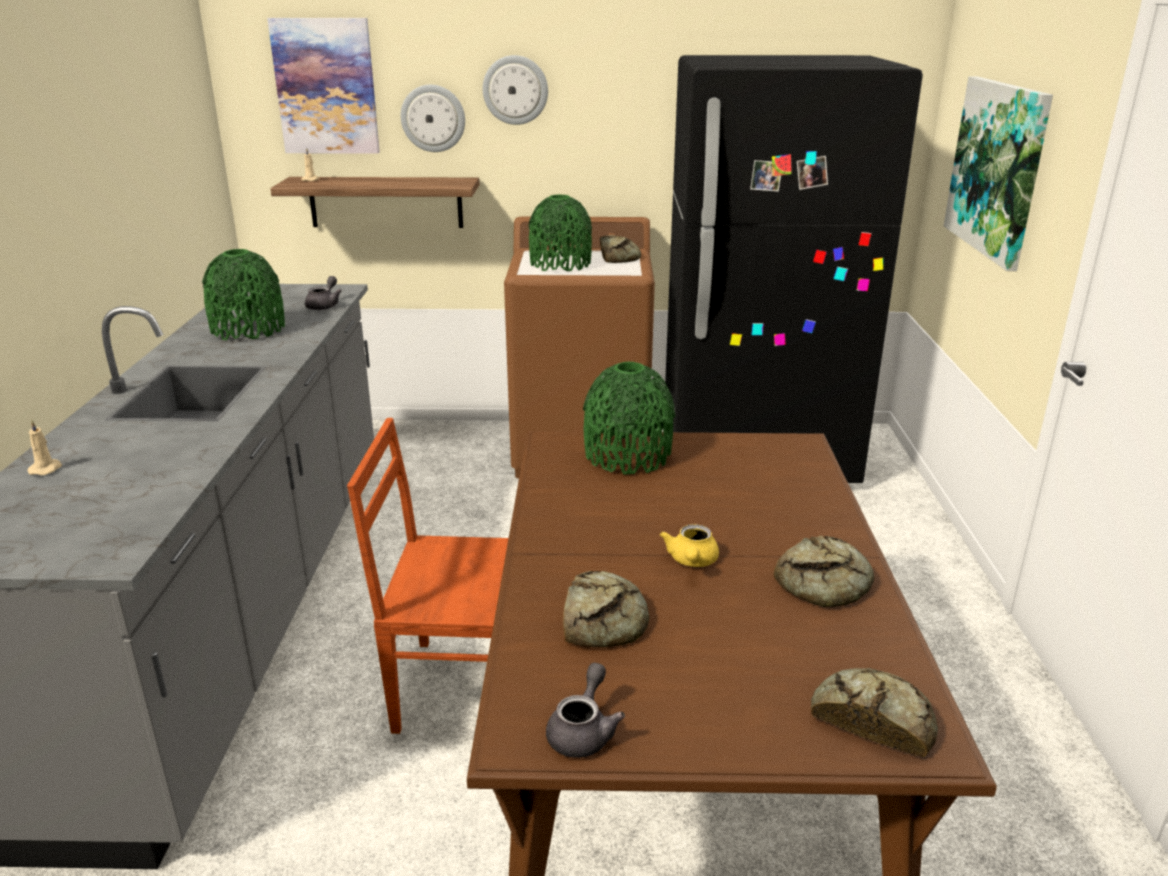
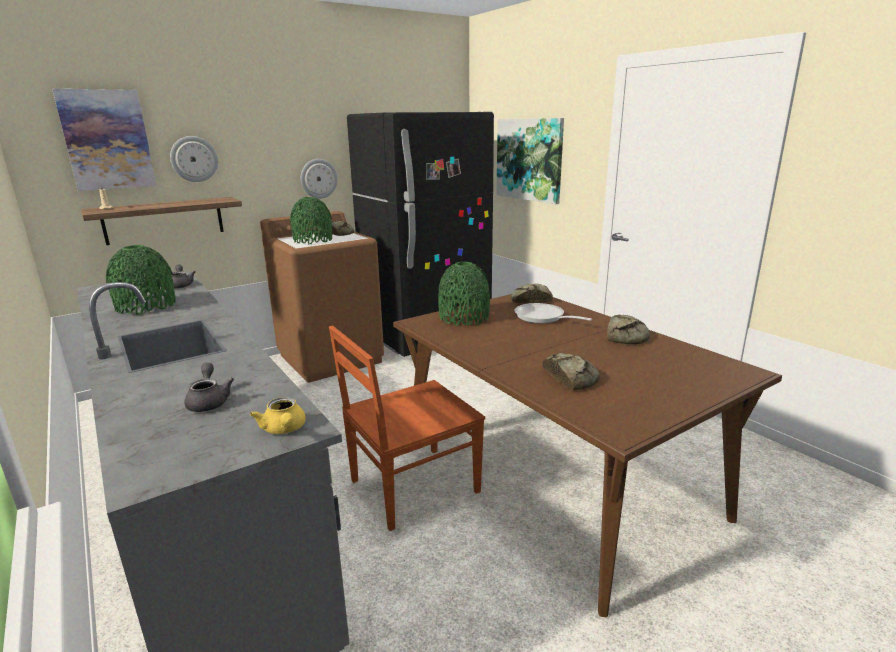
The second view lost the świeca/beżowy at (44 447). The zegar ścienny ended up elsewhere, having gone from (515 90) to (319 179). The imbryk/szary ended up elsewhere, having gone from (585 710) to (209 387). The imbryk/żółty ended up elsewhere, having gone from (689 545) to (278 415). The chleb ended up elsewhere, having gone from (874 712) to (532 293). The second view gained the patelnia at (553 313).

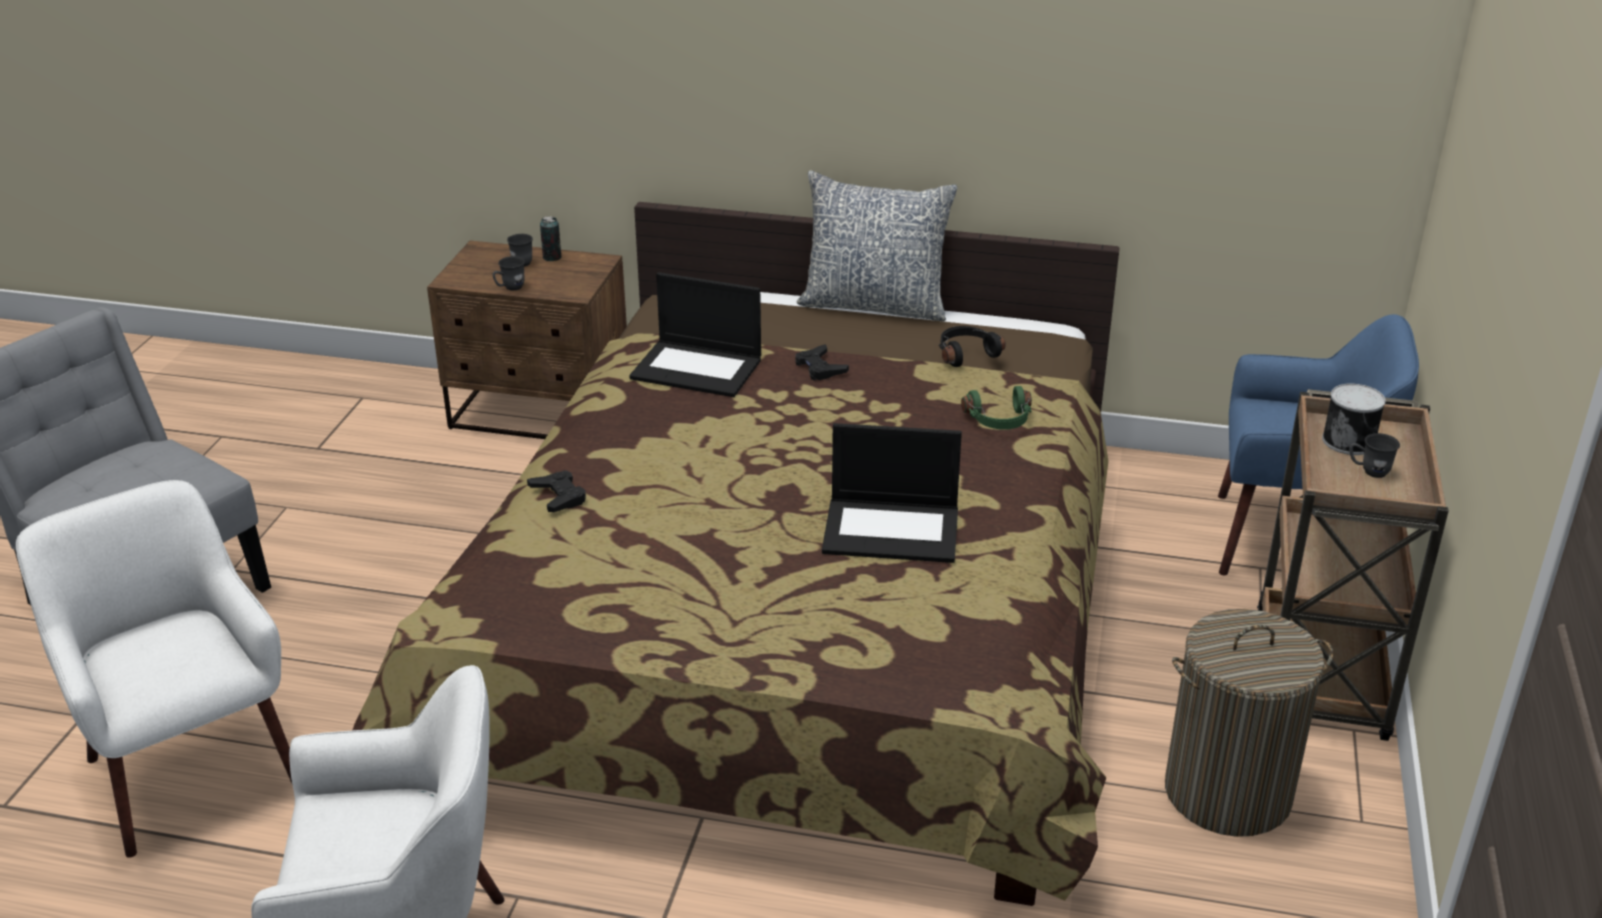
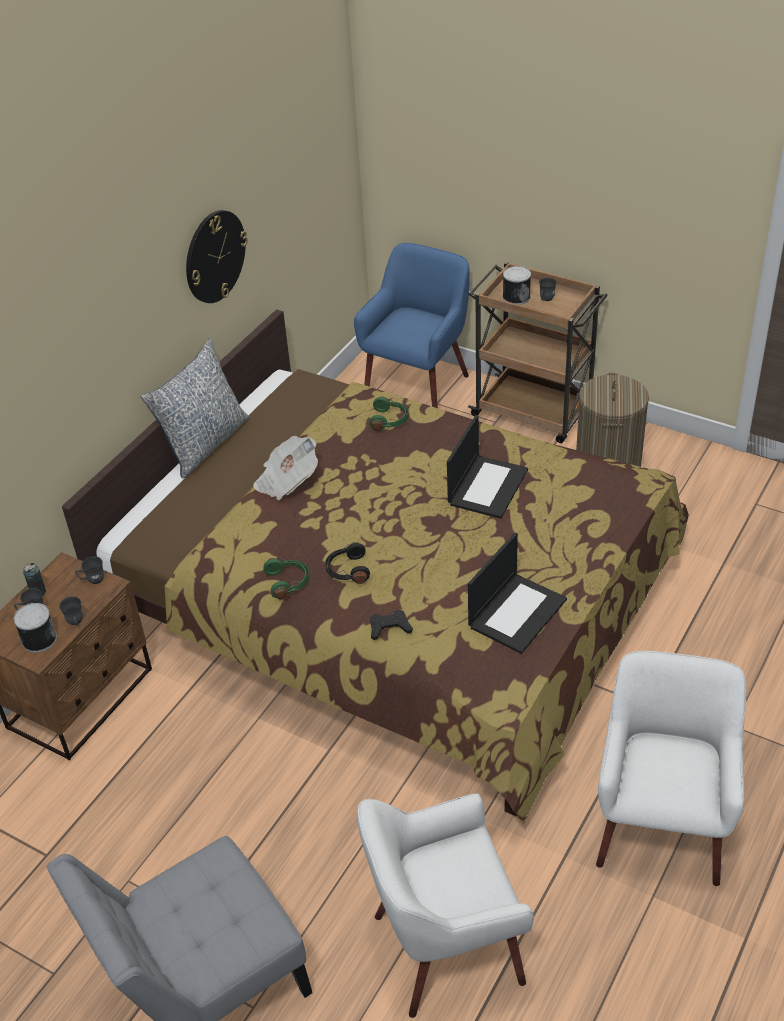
The laptop ended up elsewhere, having gone from (695 334) to (517 593). Where the pad do gier/czarny stood at (822 362), the gazeta came to stand at (285 468). The słuchawki/czarny ended up elsewhere, having gone from (972 346) to (347 563). The second view gained the puszka at (35 628). The second view gained the kubek/szary at (89 570). The second view gained the zegar ścienny at (217 256). The second view gained the słuchawki/zielony at (286 578).

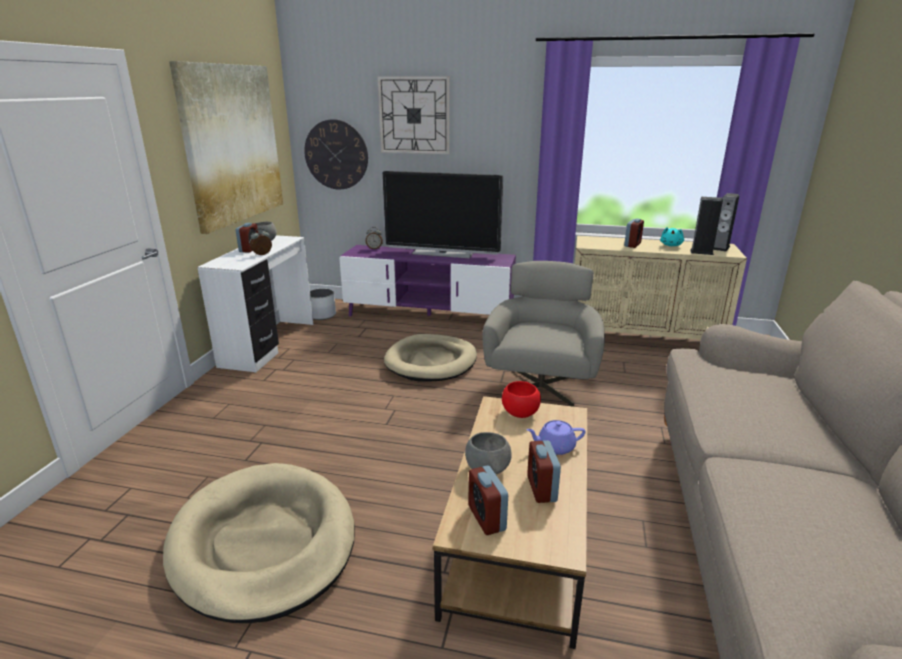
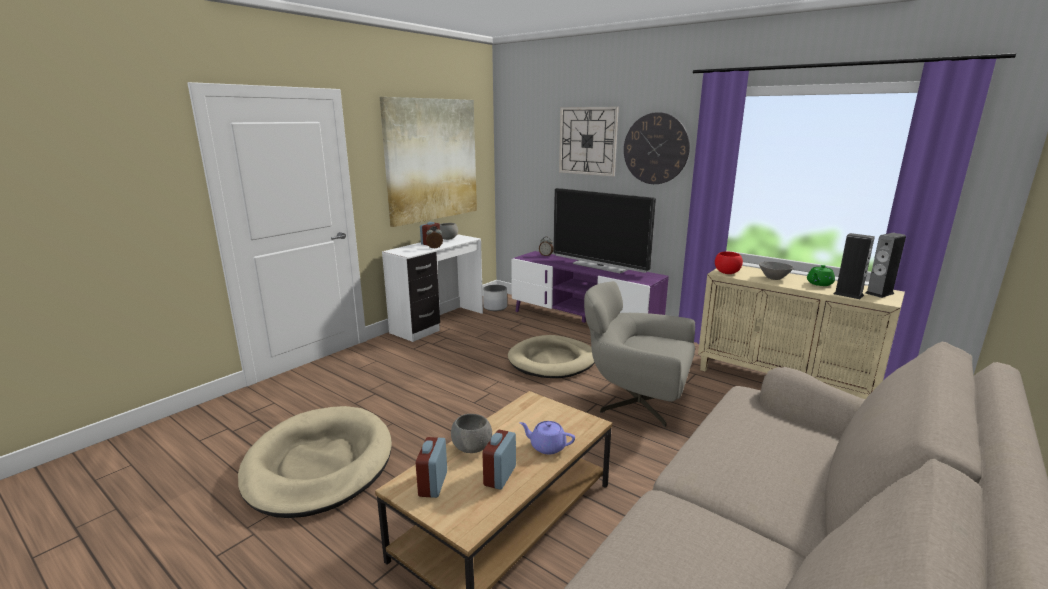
The zegar ścienny ended up elsewhere, having gone from (336 154) to (657 148). The fotel/szary at (544 334) ended up facing another way, 105 degrees counterclockwise from before. The miska/czerwony ended up elsewhere, having gone from (521 399) to (729 262). Where the budzik stood at (634 233), the miska/szary came to stand at (776 271). Where the pluszak/turkusowy stood at (672 236), the imbryk/zielony came to stand at (821 275).

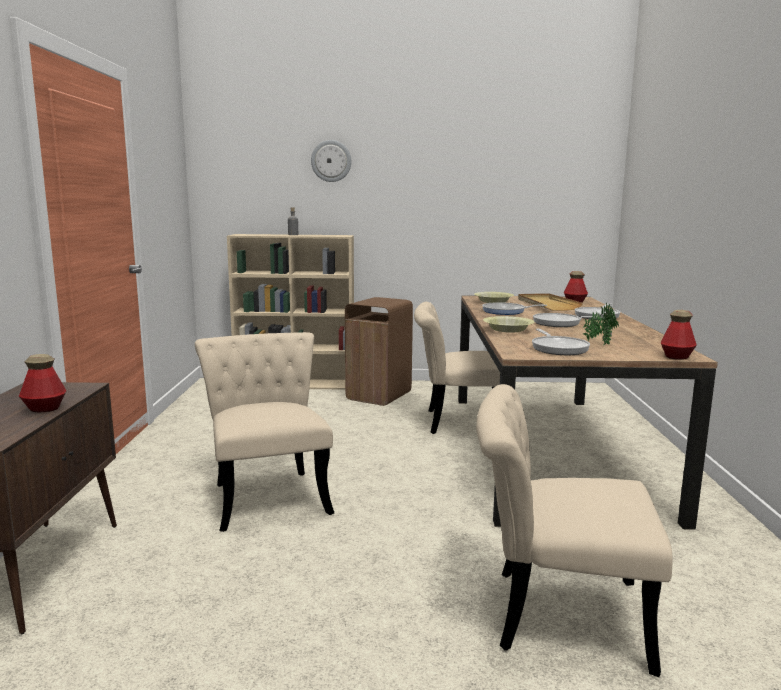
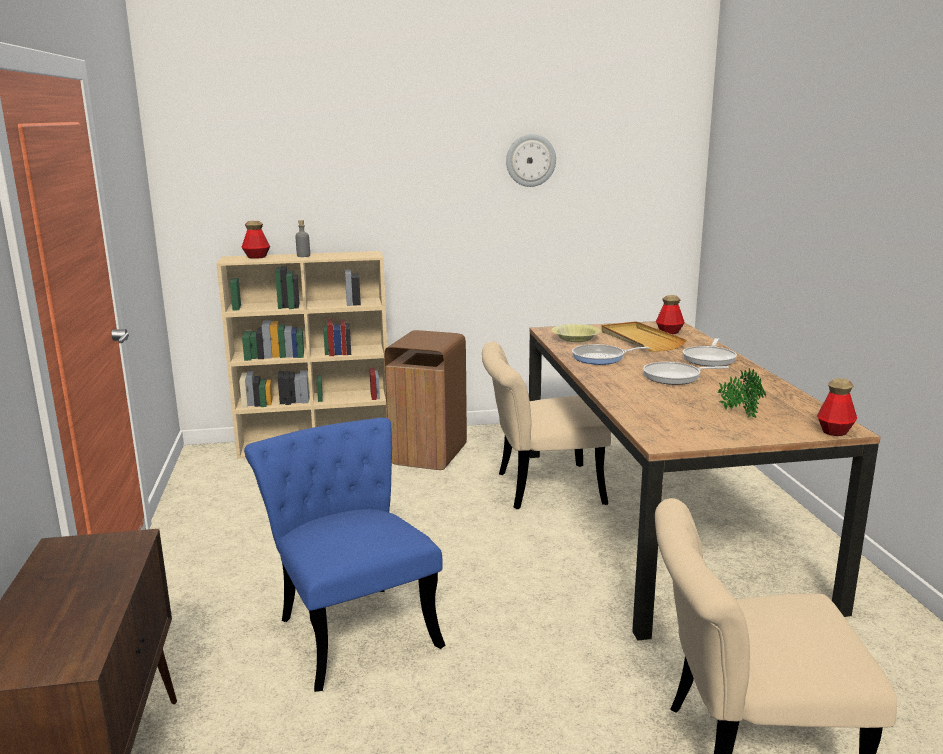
The butelka ended up elsewhere, having gone from (43 383) to (256 240). What was the krzesło/beżowy at (264 432) turned into the krzesło/niebieski at (344 555). The zegar ścienny ended up elsewhere, having gone from (331 161) to (531 160). The second view lost the miska/żółty at (508 324). The second view lost the patelnia at (561 342).

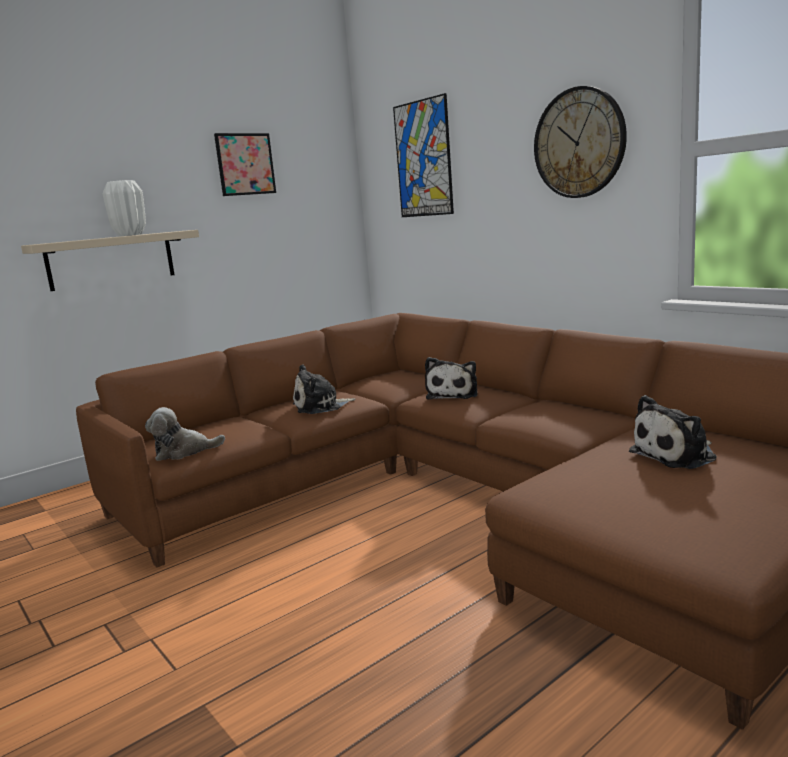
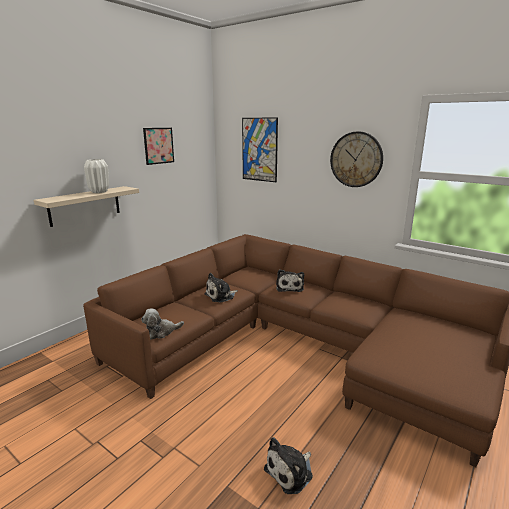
The pluszak ended up elsewhere, having gone from (673 432) to (288 465).

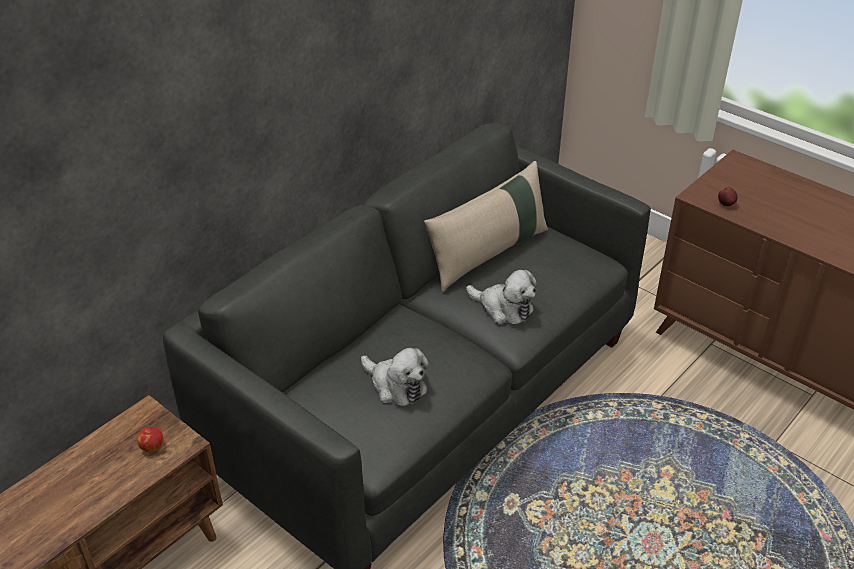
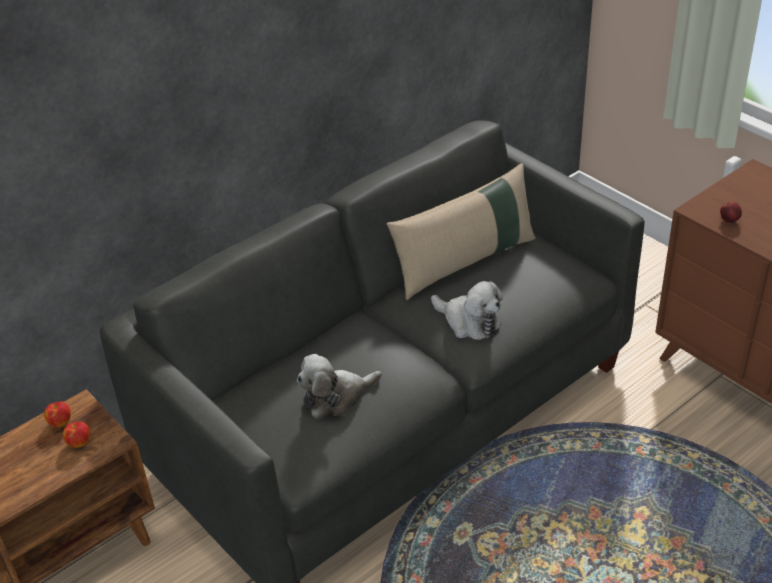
The pluszak at (395 377) ended up facing another way, 105 degrees clockwise from before. The second view gained the jabłko at (57 414).

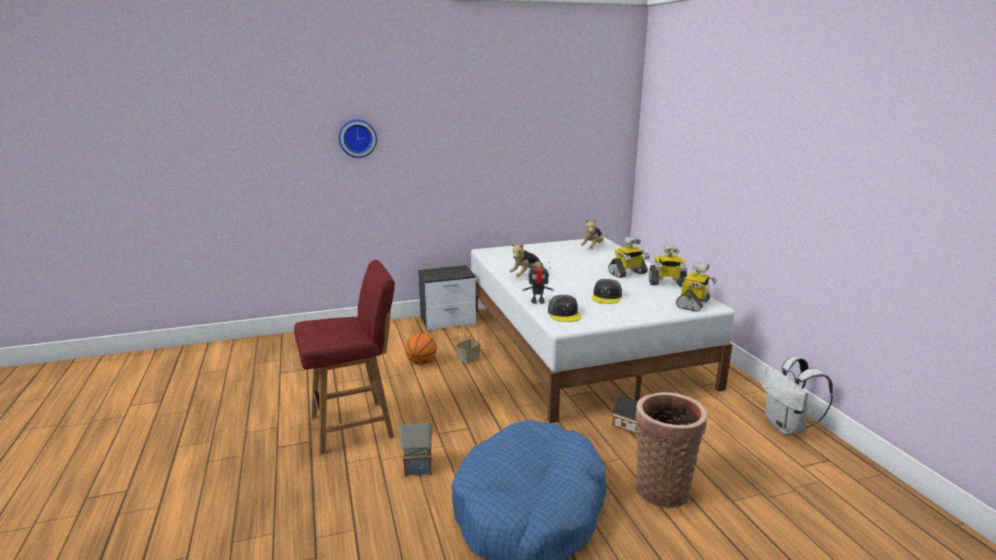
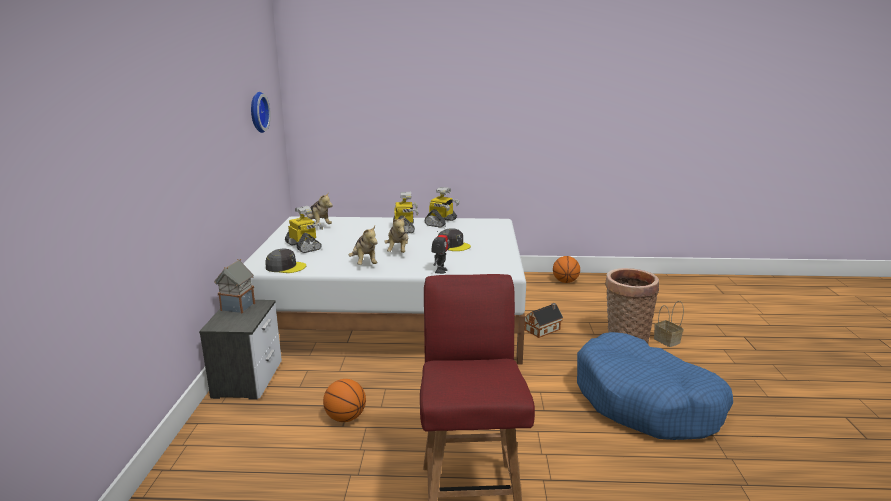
The zegar ścienny ended up elsewhere, having gone from (358 138) to (261 112). The domek ended up elsewhere, having gone from (416 449) to (234 286). The koszyk ended up elsewhere, having gone from (468 342) to (669 324). The czapka z daszkiem/szary ended up elsewhere, having gone from (564 308) to (285 261). The robot zabawkowy ended up elsewhere, having gone from (696 287) to (304 229). Where the plecak/biały stood at (797 395), the piłka do koszykówki came to stand at (566 269). The second view gained the pluszak at (396 234).

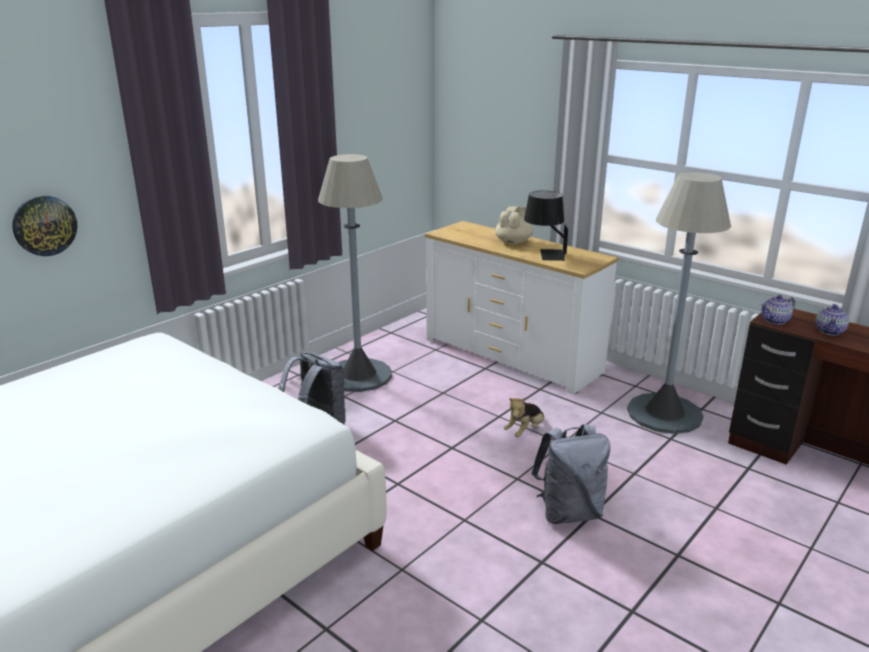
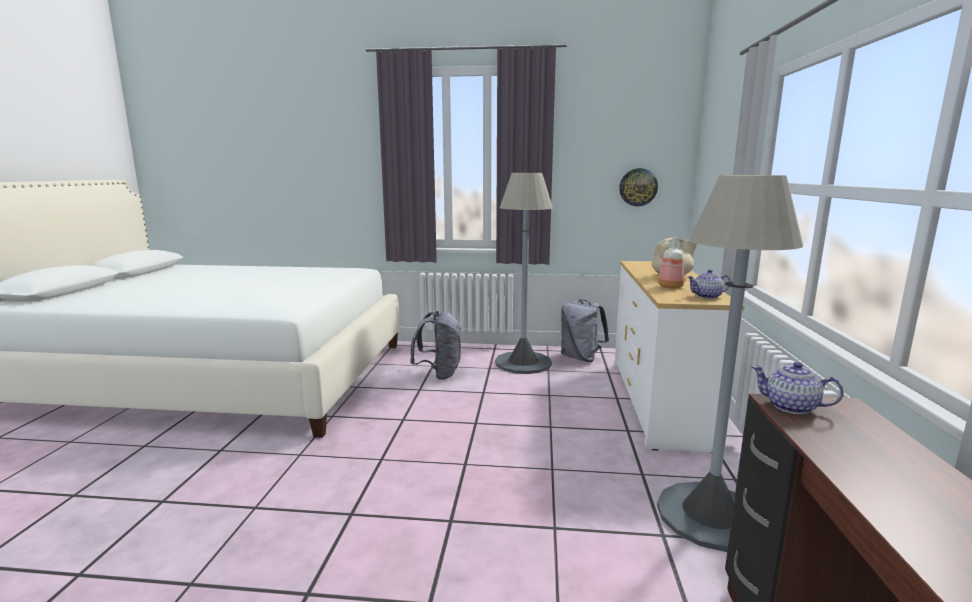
The zegar ścienny ended up elsewhere, having gone from (44 225) to (638 187). The second view lost the pluszak at (524 417). Where the lampa stołowa/czarny stood at (546 226), the butelka came to stand at (671 263). The plecak/szary ended up elsewhere, having gone from (570 474) to (585 330). The imbryk ended up elsewhere, having gone from (832 320) to (709 284).

